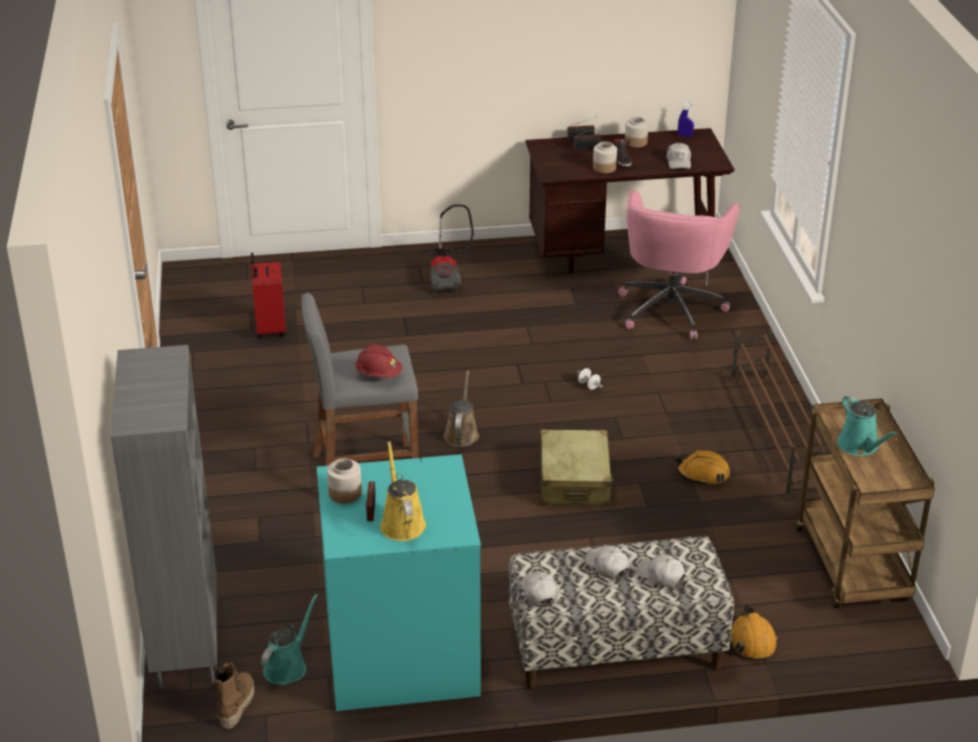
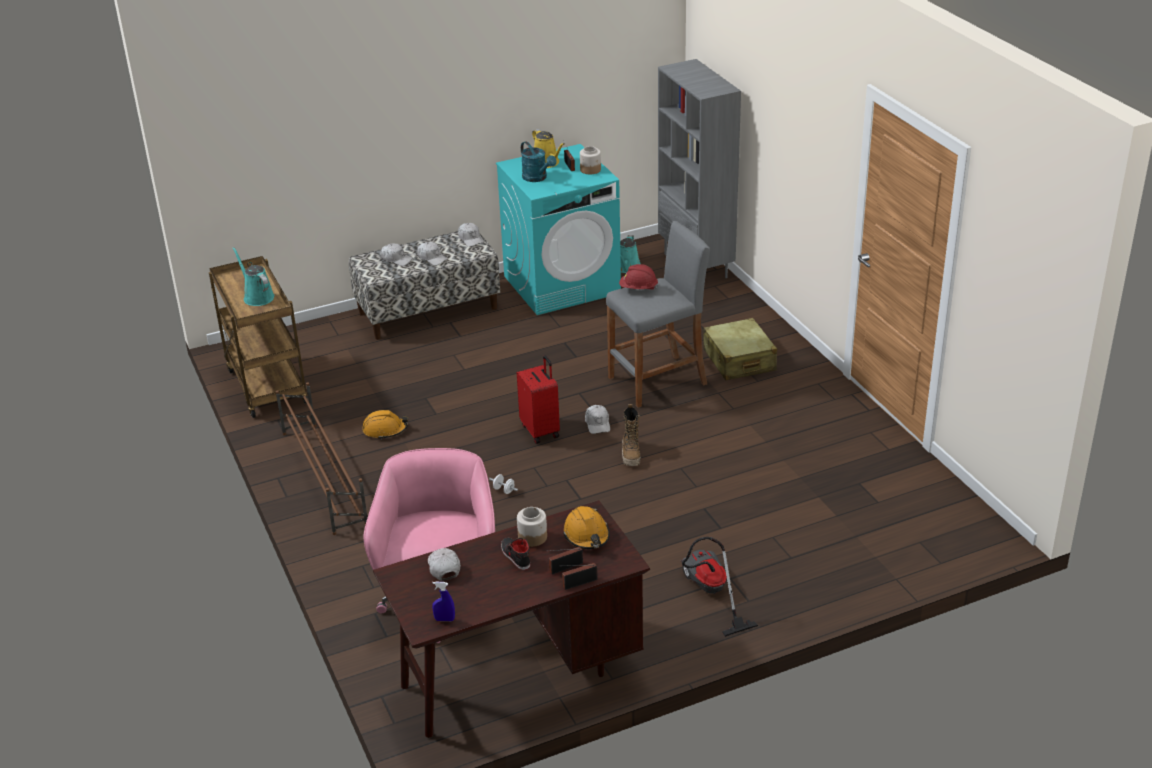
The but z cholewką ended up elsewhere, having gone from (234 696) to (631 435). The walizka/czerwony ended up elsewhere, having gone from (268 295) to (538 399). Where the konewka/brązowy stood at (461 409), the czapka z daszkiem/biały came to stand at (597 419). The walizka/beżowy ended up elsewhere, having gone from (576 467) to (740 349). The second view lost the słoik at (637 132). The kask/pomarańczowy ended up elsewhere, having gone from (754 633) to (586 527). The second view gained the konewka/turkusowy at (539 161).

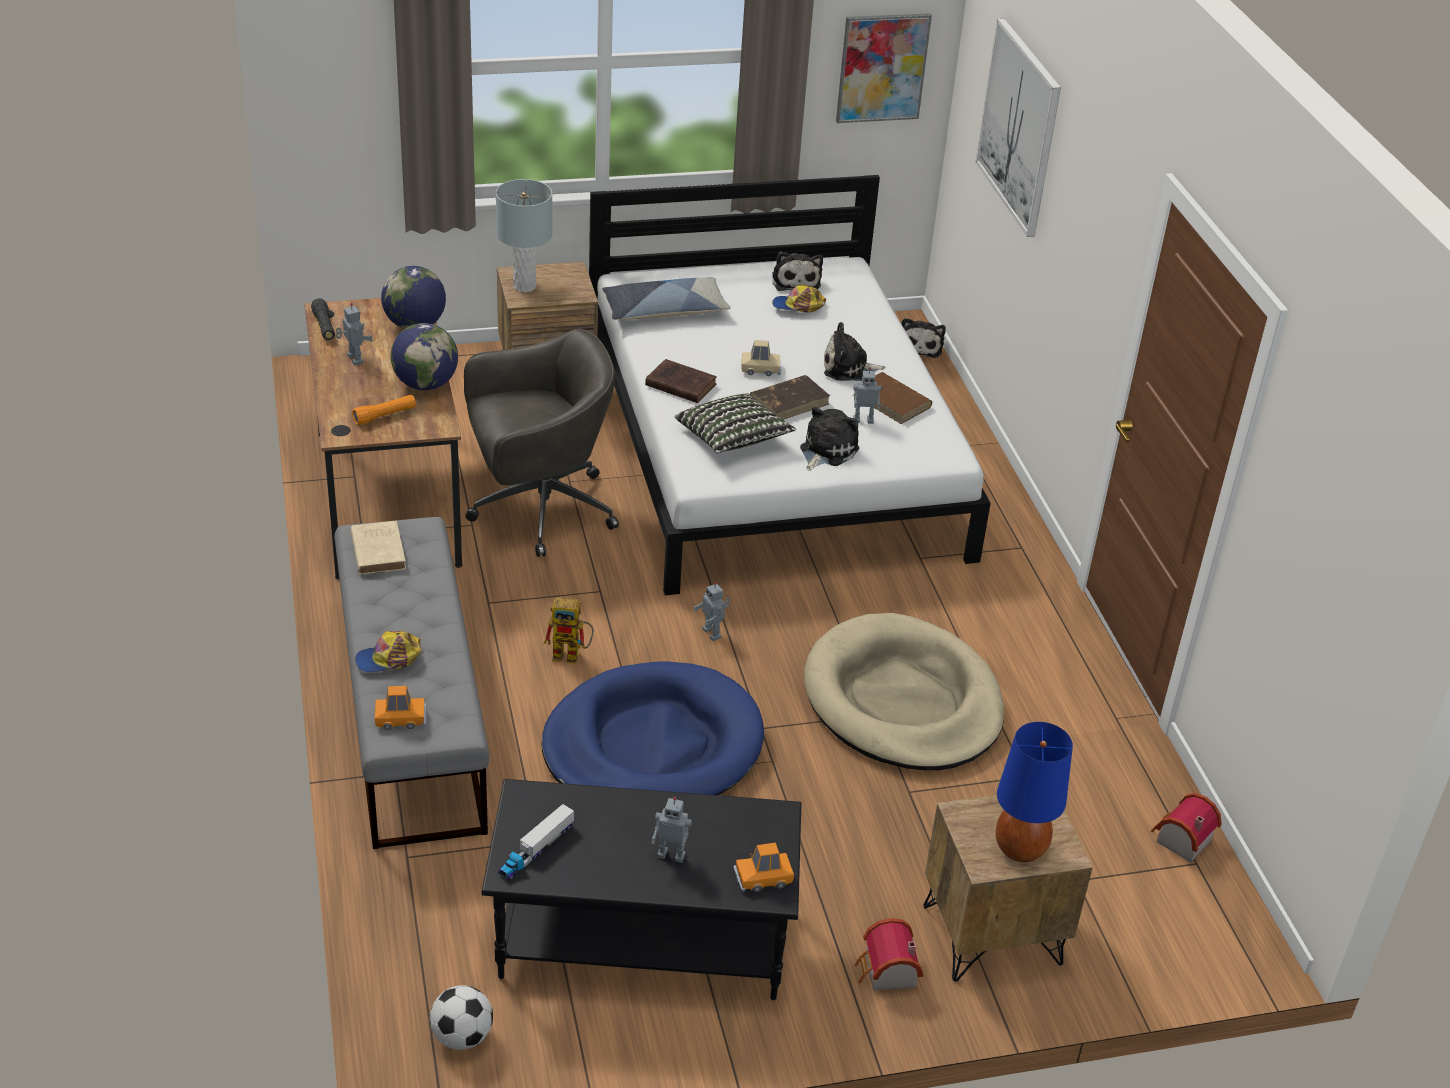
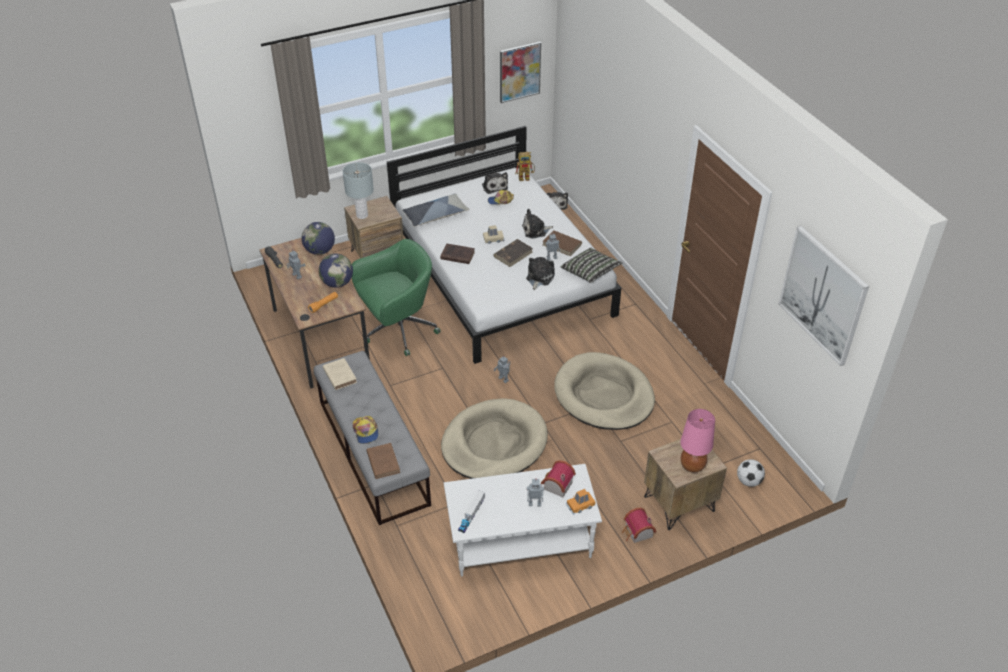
The czapka z daszkiem at (388 652) ended up facing another way, 75 degrees counterclockwise from before. Where the samochodzik/pomarańczowy stood at (400 708), the książka/brązowy came to stand at (383 461). The piłka futbolowa ended up elsewhere, having gone from (461 1017) to (751 473). What was the krzesło biurowe/szary at (541 443) turned into the krzesło biurowe/zielony at (396 297). What was the ława/czarny at (641 889) turned into the ława/biały at (523 520). What was the legowisko/niebieski at (653 728) turned into the legowisko/beżowy at (494 439). The robot zabawkowy ended up elsewhere, having gone from (569 630) to (525 166). The poduszka ended up elsewhere, having gone from (735 423) to (591 265). The obraz ended up elsewhere, having gone from (1018 127) to (823 296). What was the lampa stołowa/niebieski at (1034 792) turned into the lampa stołowa/różowy at (697 441). The domek ended up elsewhere, having gone from (1186 827) to (558 478).

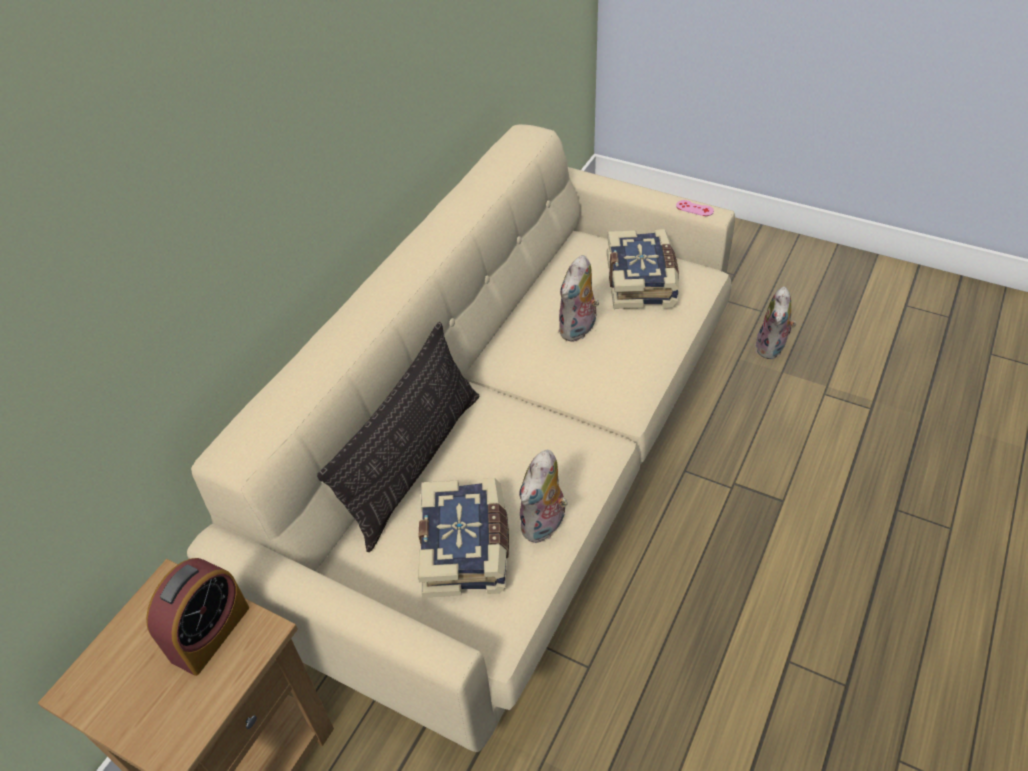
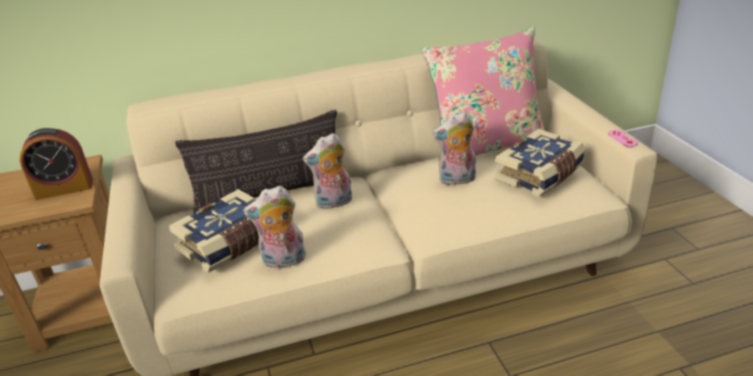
The pluszak ended up elsewhere, having gone from (776 323) to (327 171). The second view gained the poduszka/różowy at (483 91).

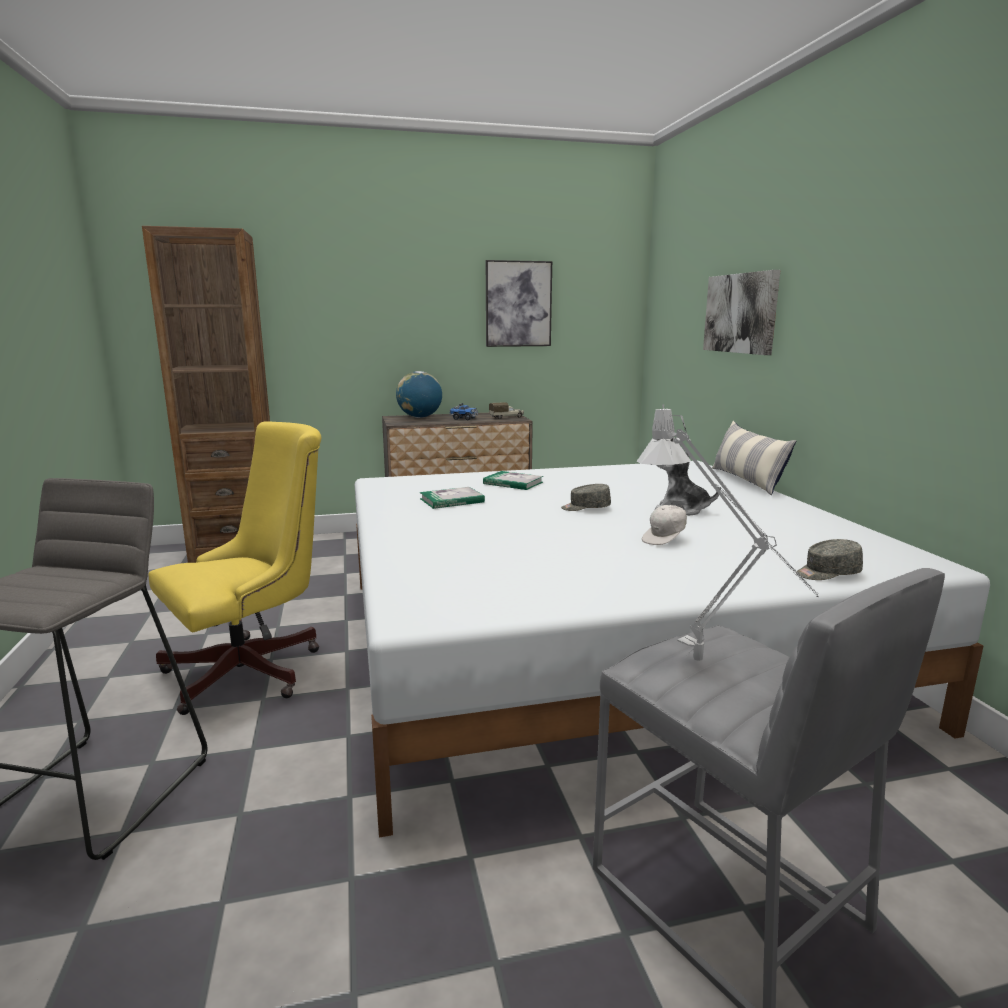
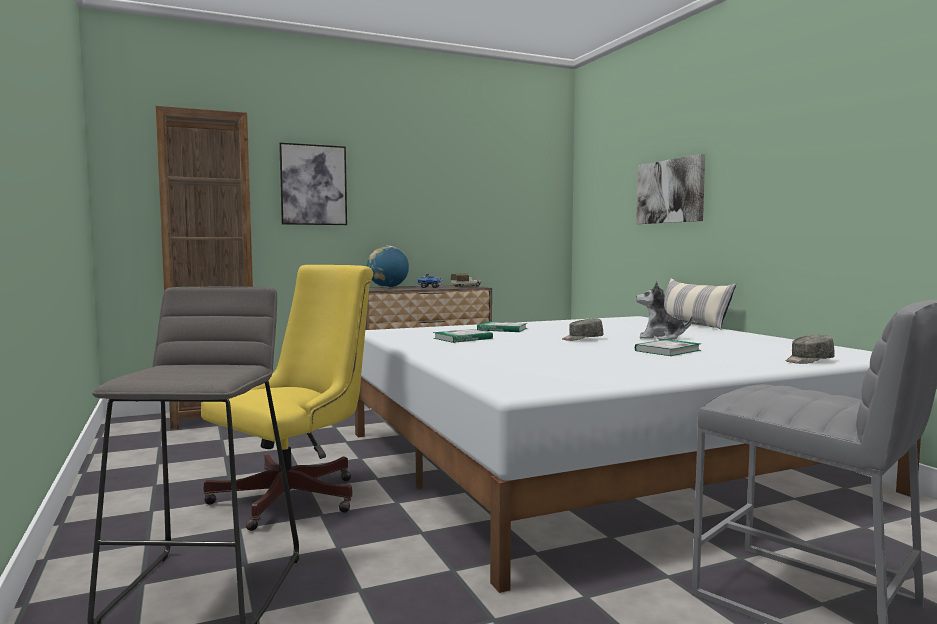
The obraz ended up elsewhere, having gone from (519 303) to (313 183). The second view lost the lampa stołowa/szary at (728 532). Where the czapka z daszkiem/biały stood at (664 525), the książka came to stand at (668 347).

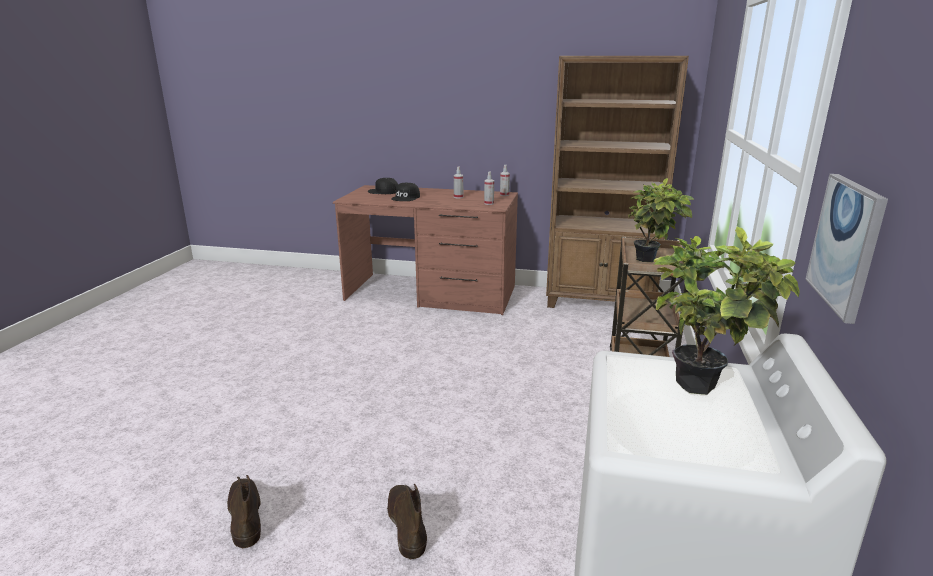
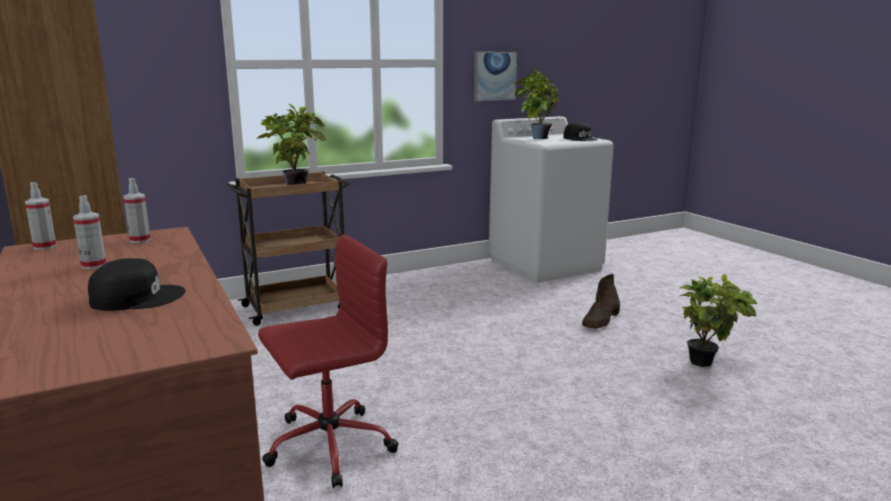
Where the but z cholewką/brązowy stood at (244 512), the roślina doniczkowa came to stand at (718 320). The czapka z daszkiem/czarny ended up elsewhere, having gone from (383 186) to (580 131). The second view gained the krzesło biurowe/czerwony at (328 361).

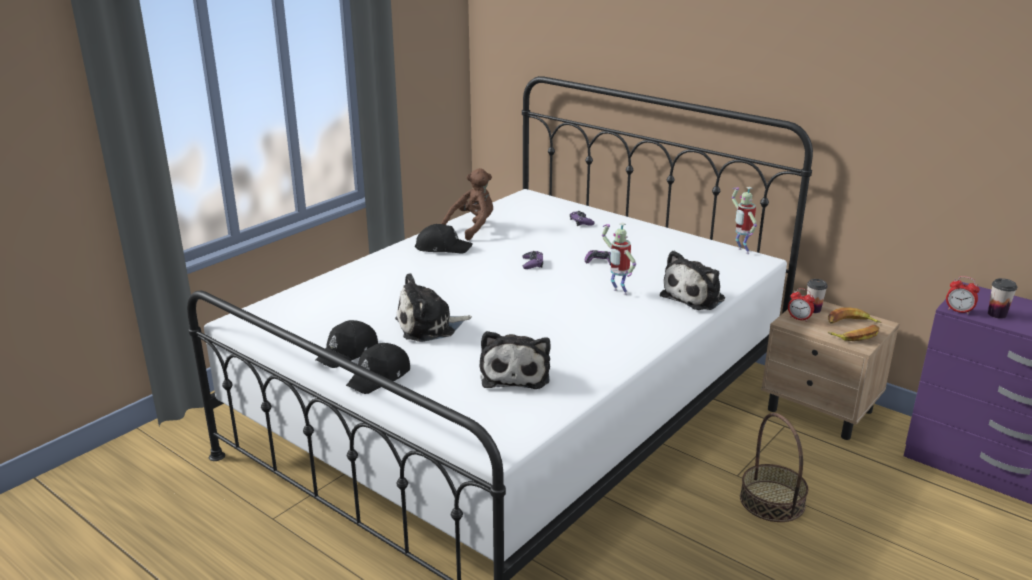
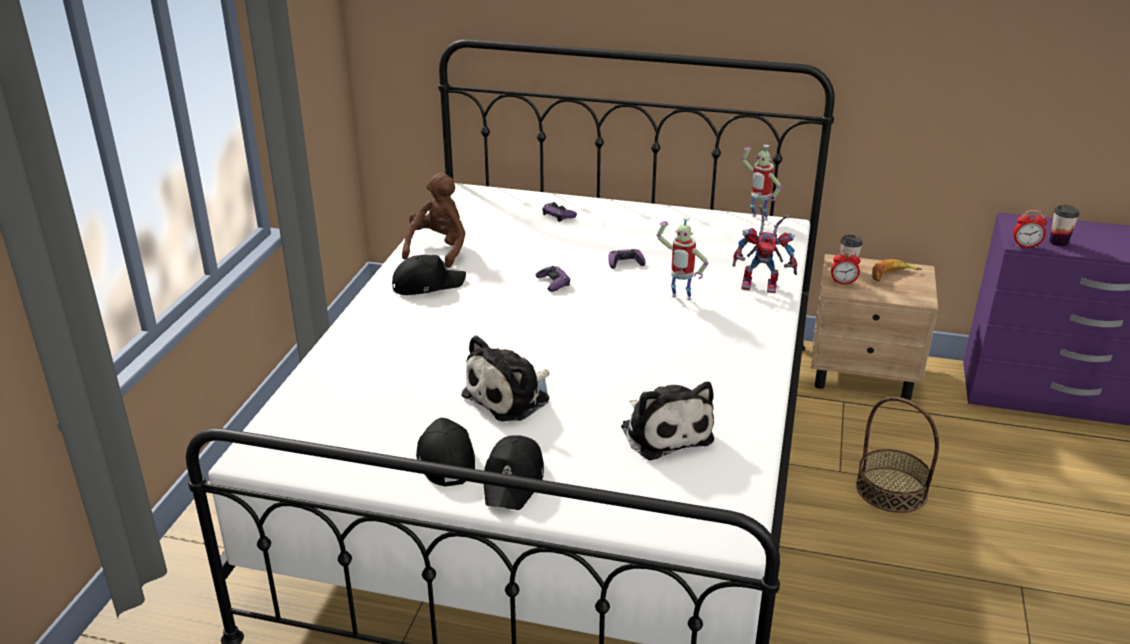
The czapka z daszkiem/czarny at (346 344) ended up facing another way, 150 degrees clockwise from before. Where the pluszak stood at (692 280), the robot zabawkowy came to stand at (765 249). The second view lost the banan at (853 333).

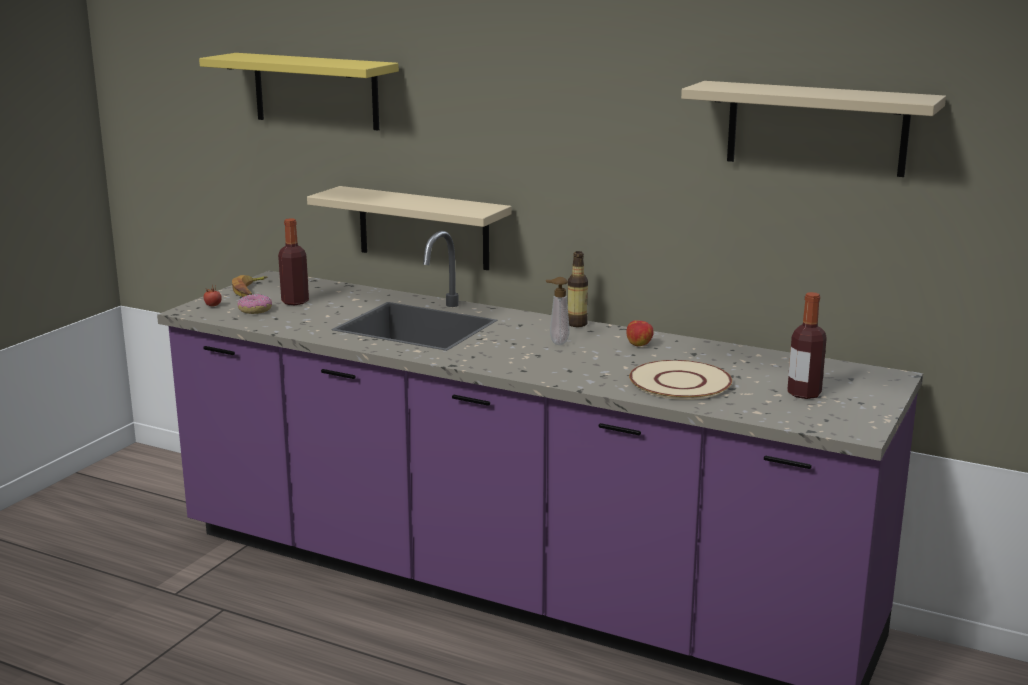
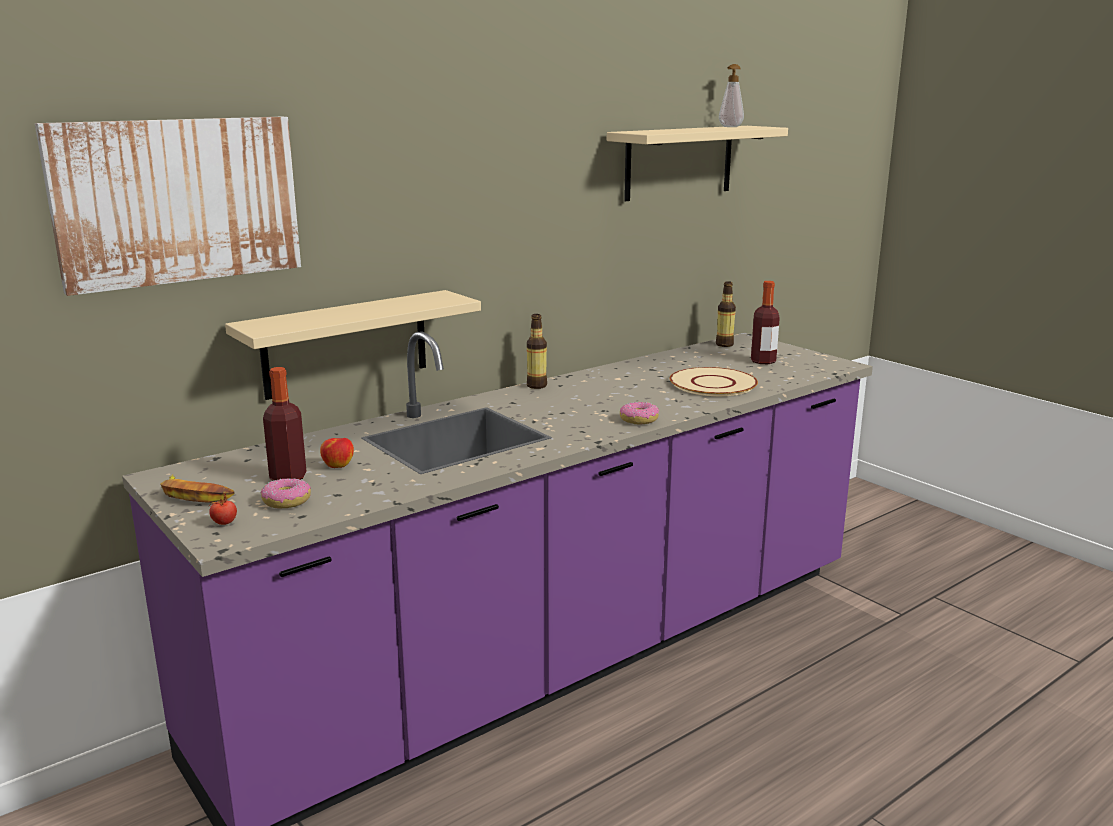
Where the półka/żółty hung at (299 91), the obraz came to hang at (168 206). The dozownik mydła ended up elsewhere, having gone from (558 311) to (731 95). The jabłko ended up elsewhere, having gone from (640 333) to (337 453). The second view gained the donut at (639 413). The second view gained the butelka at (726 314).

